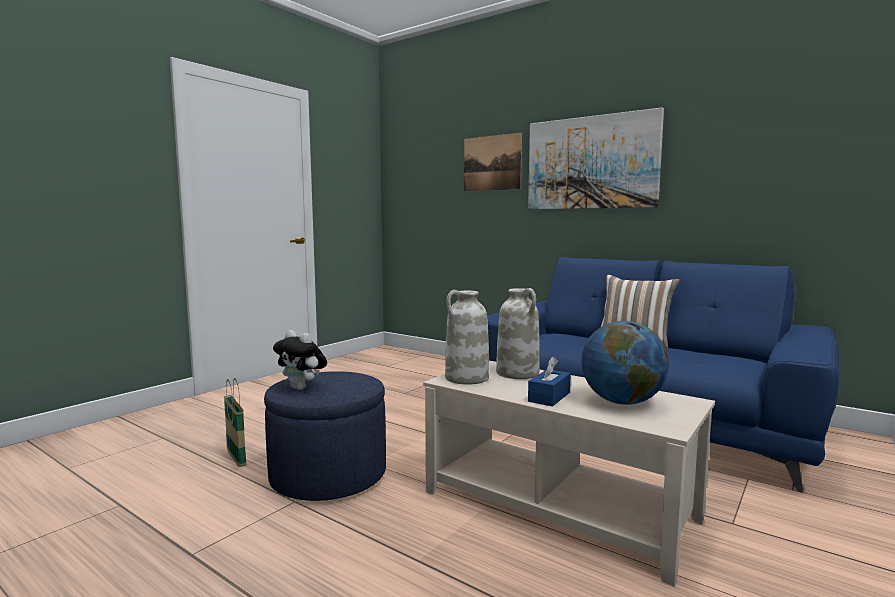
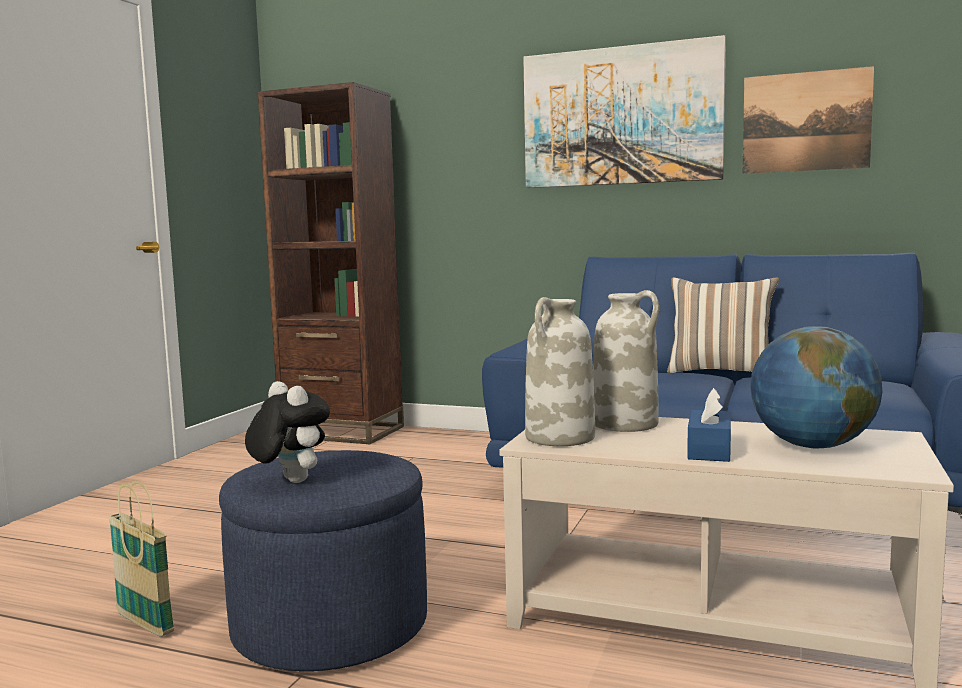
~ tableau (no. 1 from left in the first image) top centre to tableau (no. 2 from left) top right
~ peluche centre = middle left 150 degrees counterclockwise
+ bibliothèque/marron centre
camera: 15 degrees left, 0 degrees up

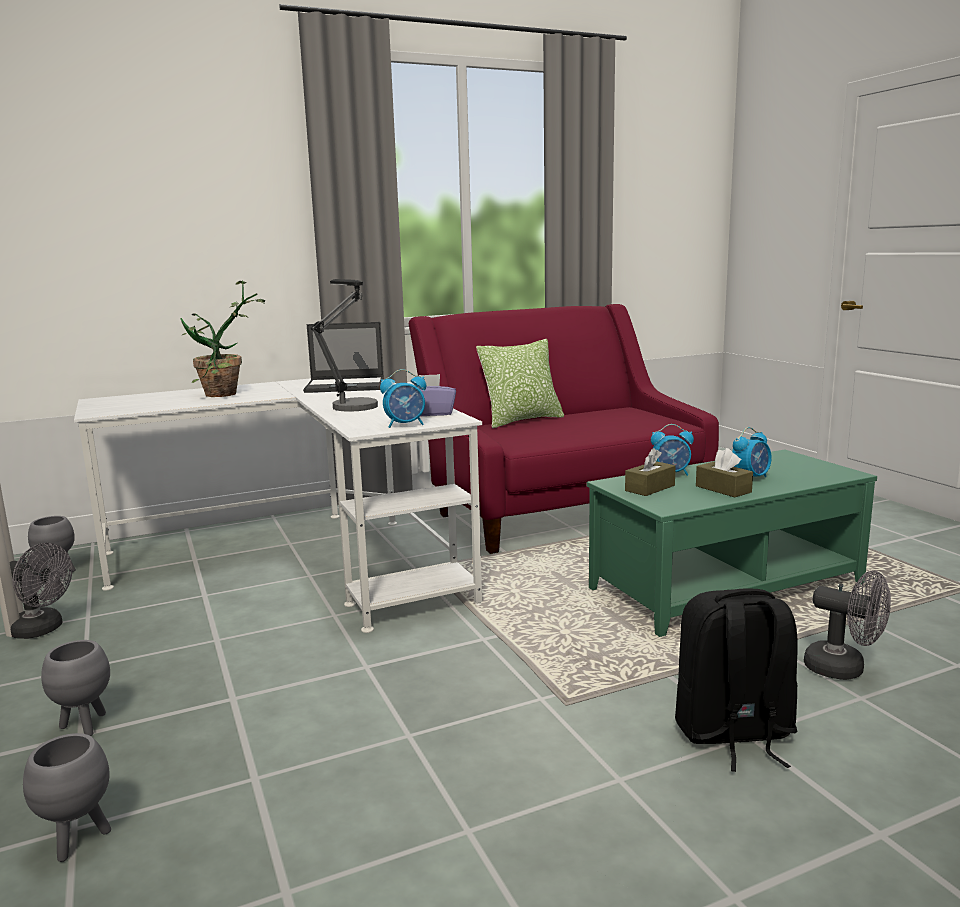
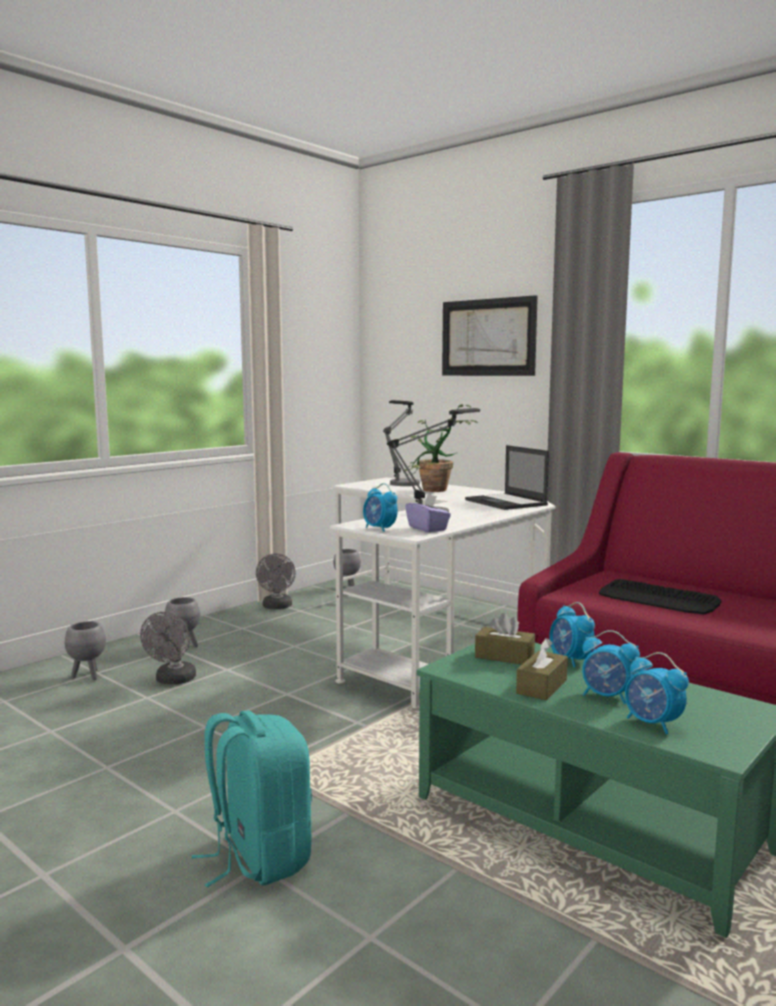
- coussin centre
~ ventilateur/gris (no. 2 from left in the first image) bottom right to ventilateur/gris (no. 1 from left) middle left
~ sac à dos/noir bottom right to sac à dos/turquoise bottom left
+ tableau top centre
+ lampe de table (no. 1 from left) centre
+ clavier middle right
+ réveil (no. 4 from left) bottom right
camera: 65 degrees right, 5 degrees down

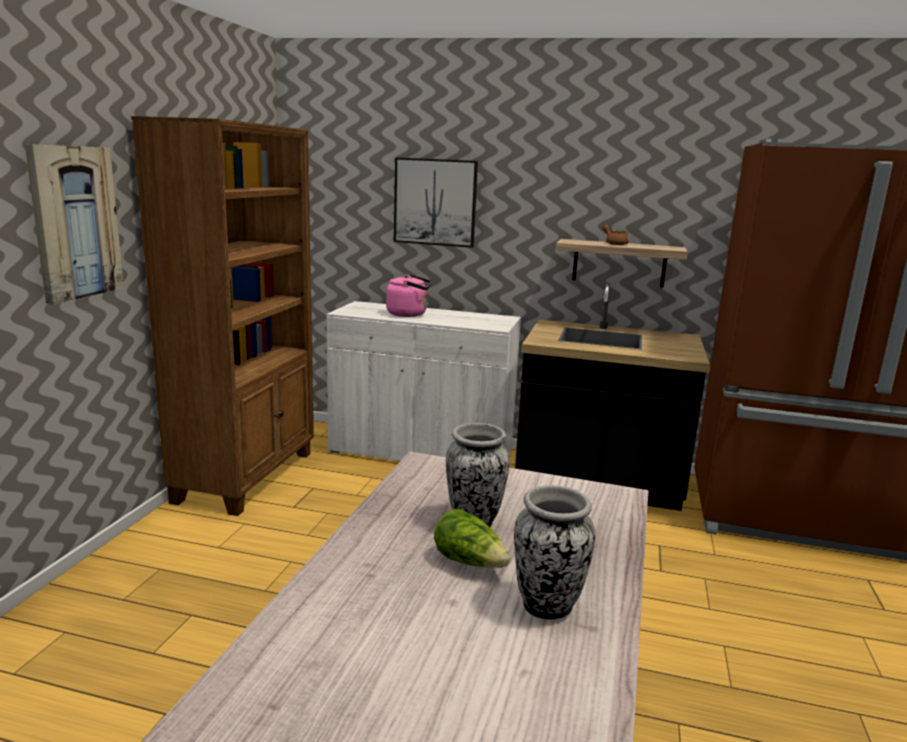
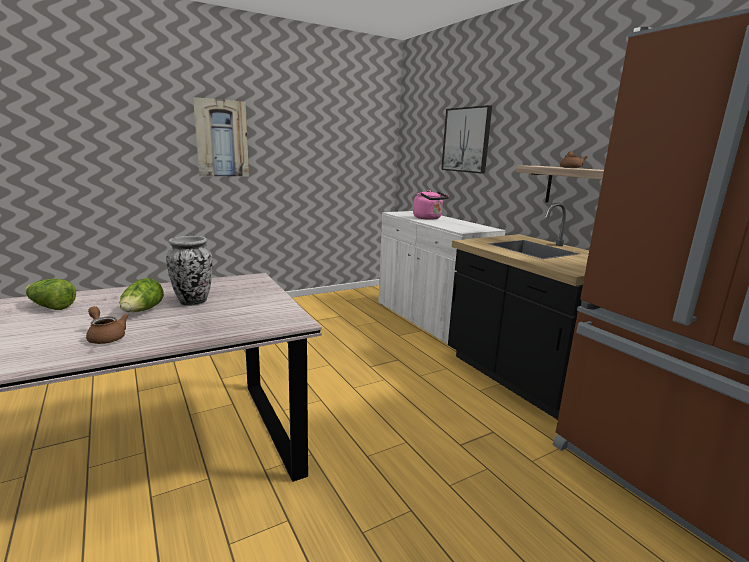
- bibliothèque/marron middle left
~ vase (no. 2 from left) bottom centre to théière/marron (no. 1 from left) middle left
+ laitue (no. 1 from left) middle left
camera: 45 degrees right, 0 degrees up

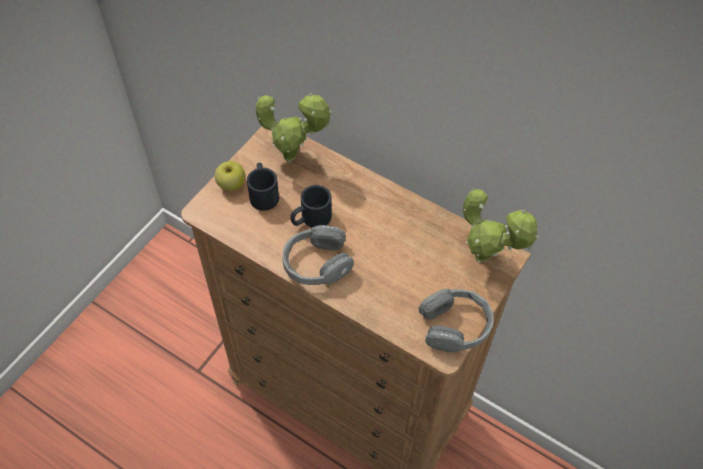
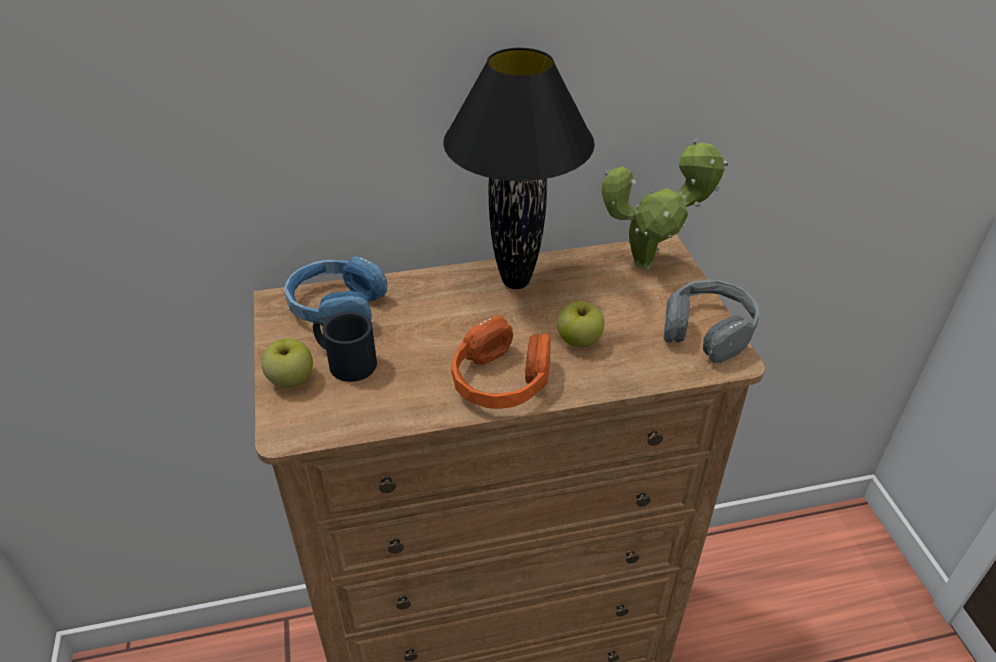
~ plante en pot (no. 1 from left) top centre to casque audio/bleu centre
- mug/noir (no. 2 from left) centre
~ casque audio/gris (no. 1 from left) centre to casque audio/orange centre
+ lampe de table/noir top centre
+ pomme (no. 2 from left) centre
camera: 45 degrees left, 15 degrees down

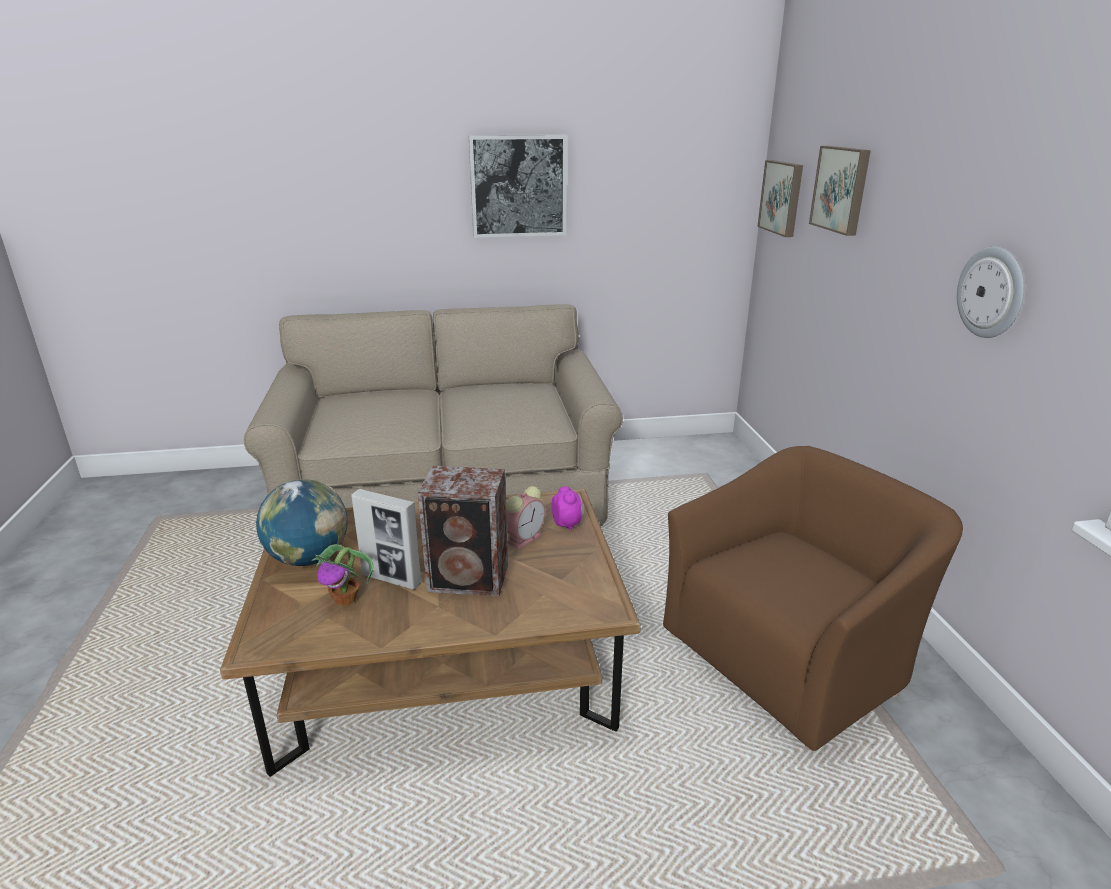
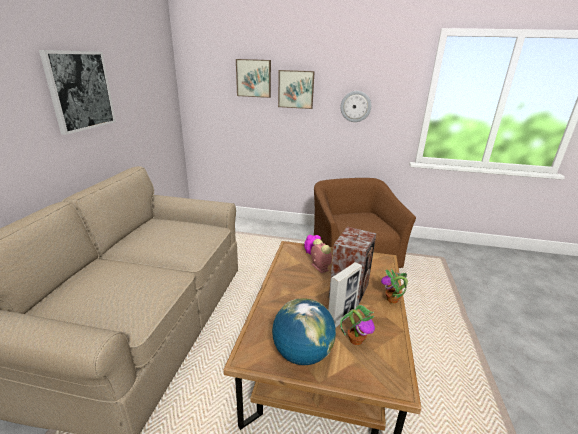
~ tableau (no. 2 from left in the first image) top right to tableau (no. 3 from left) top centre
+ plante en pot (no. 2 from left) middle right
camera: 70 degrees left, 0 degrees up

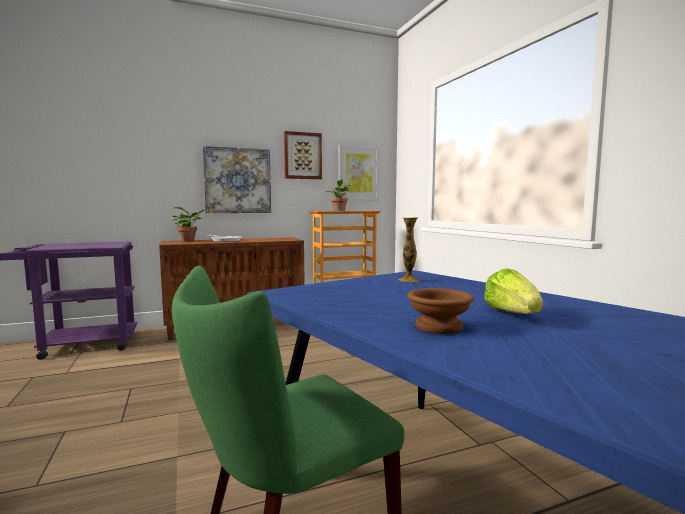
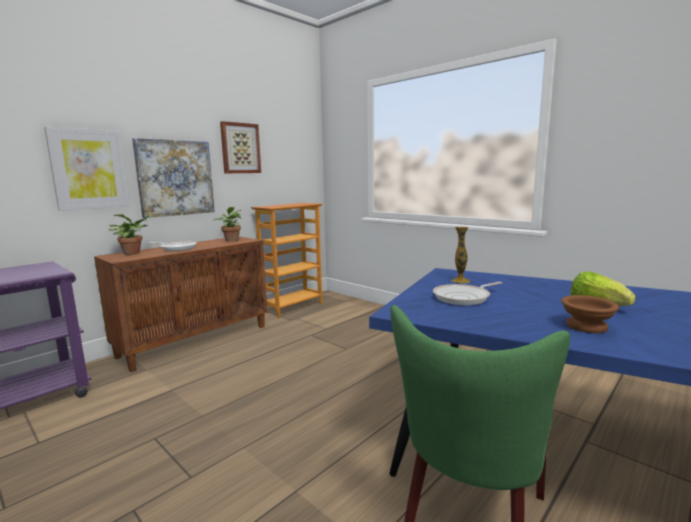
~ tableau (no. 3 from left in the first image) centre to tableau (no. 1 from left) top left
~ plante en pot (no. 2 from left) centre to middle left
+ poêle (no. 2 from left) middle right
camera: 25 degrees left, 5 degrees up

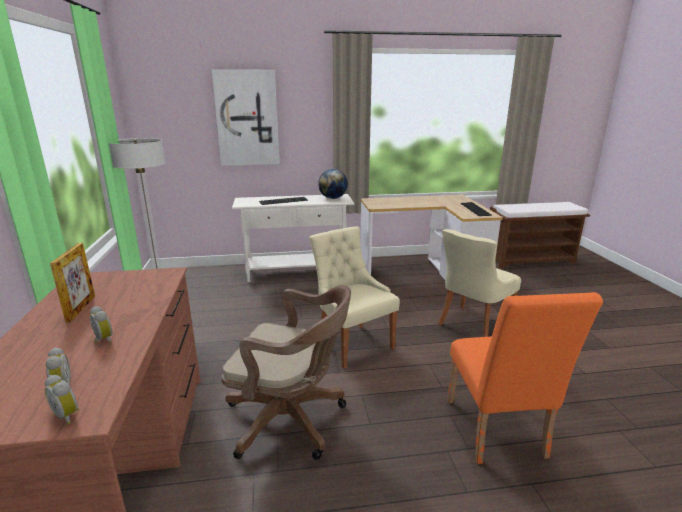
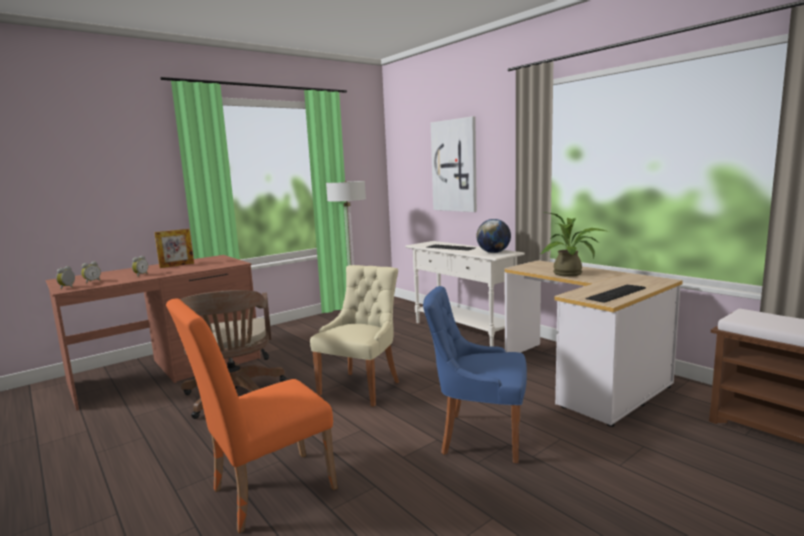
~ chaise/beige (no. 2 from left) middle right to chaise/bleu bottom centre
+ plante en pot middle right
camera: 60 degrees right, 10 degrees down

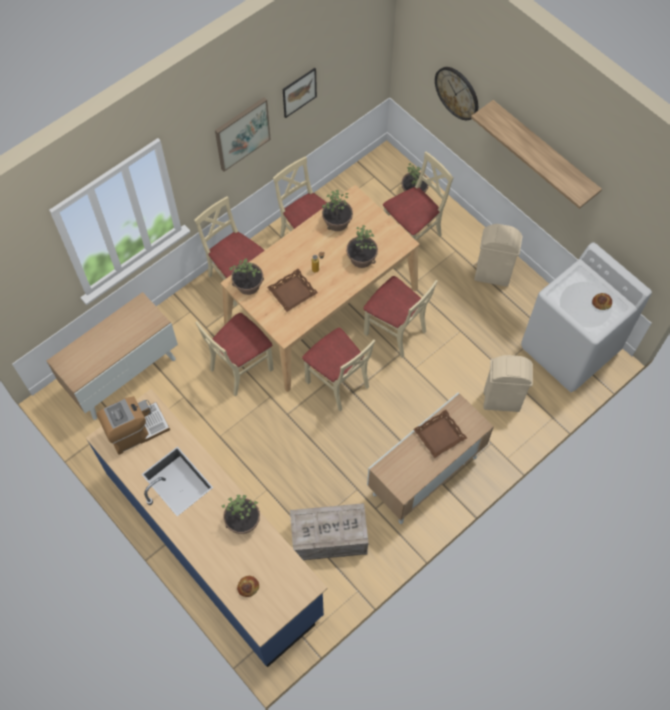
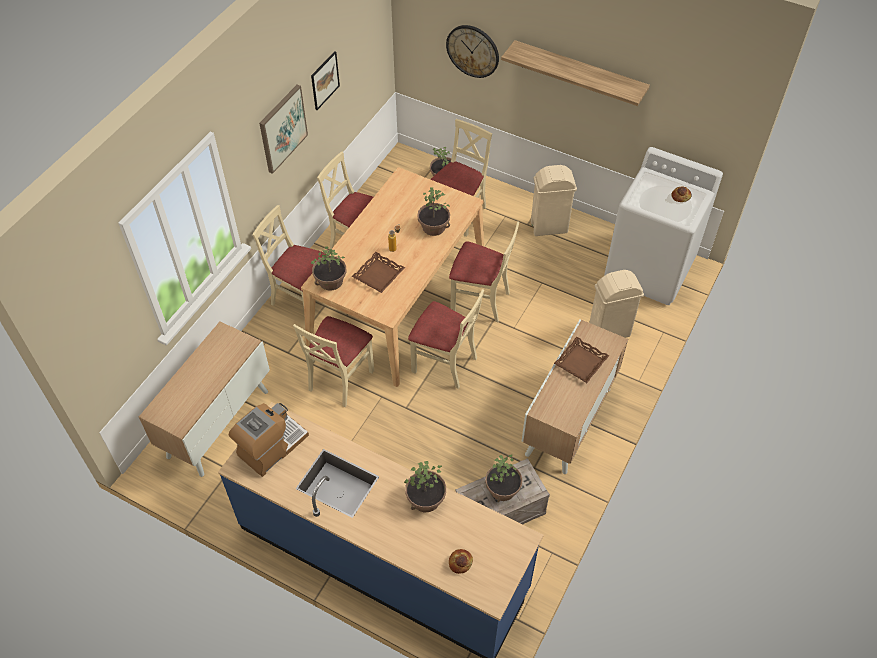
~ plante en pot (no. 3 from left in the first image) top centre to plante en pot (no. 5 from left) bottom centre
camera: 20 degrees left, 10 degrees down

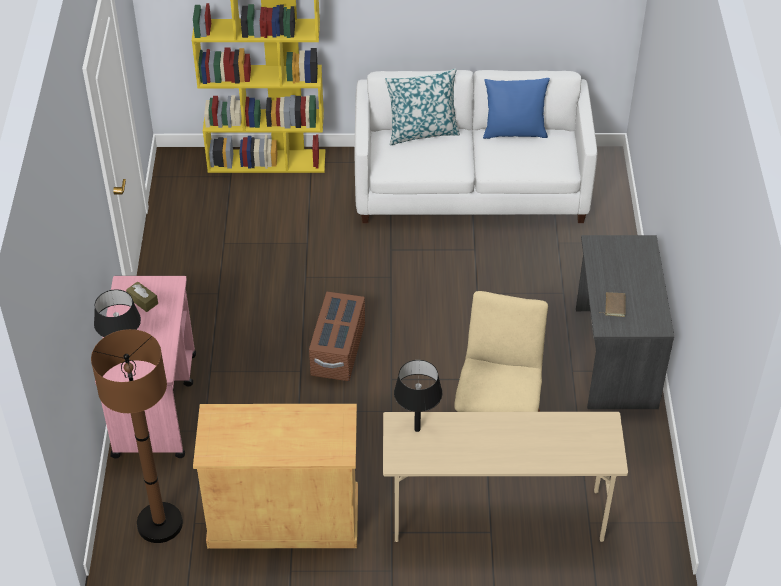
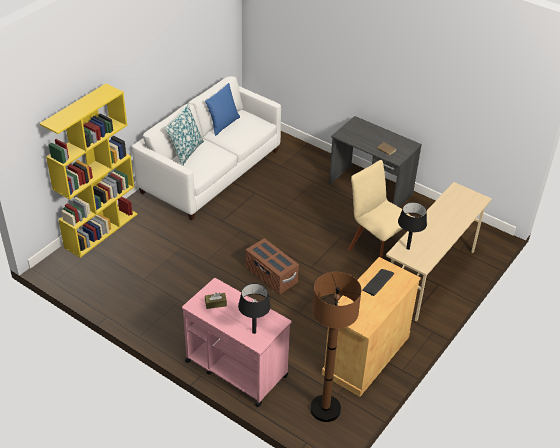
+ clavier middle right
camera: 55 degrees left, 5 degrees down

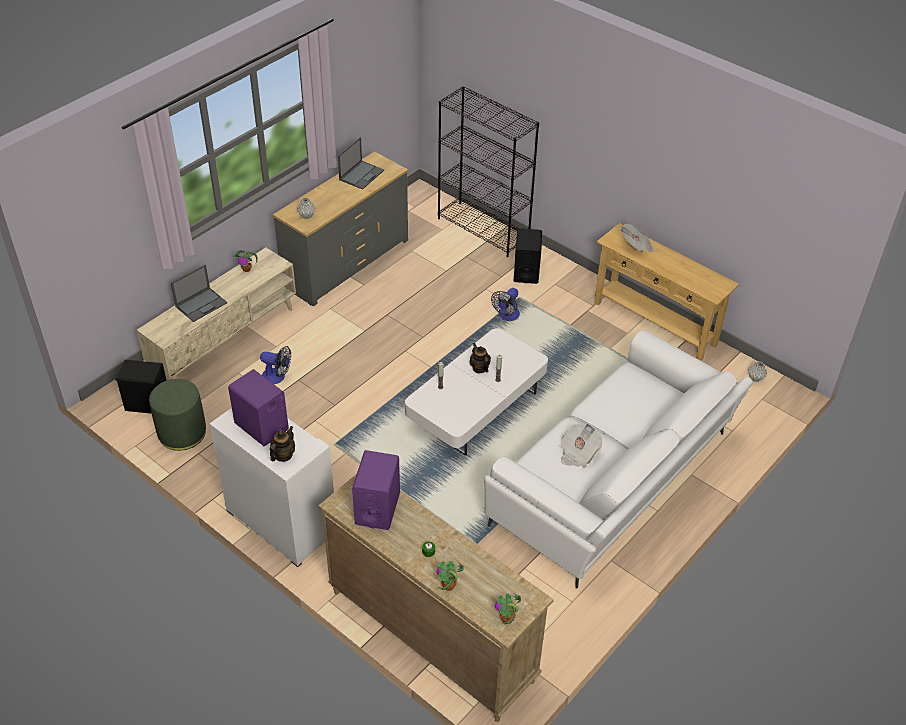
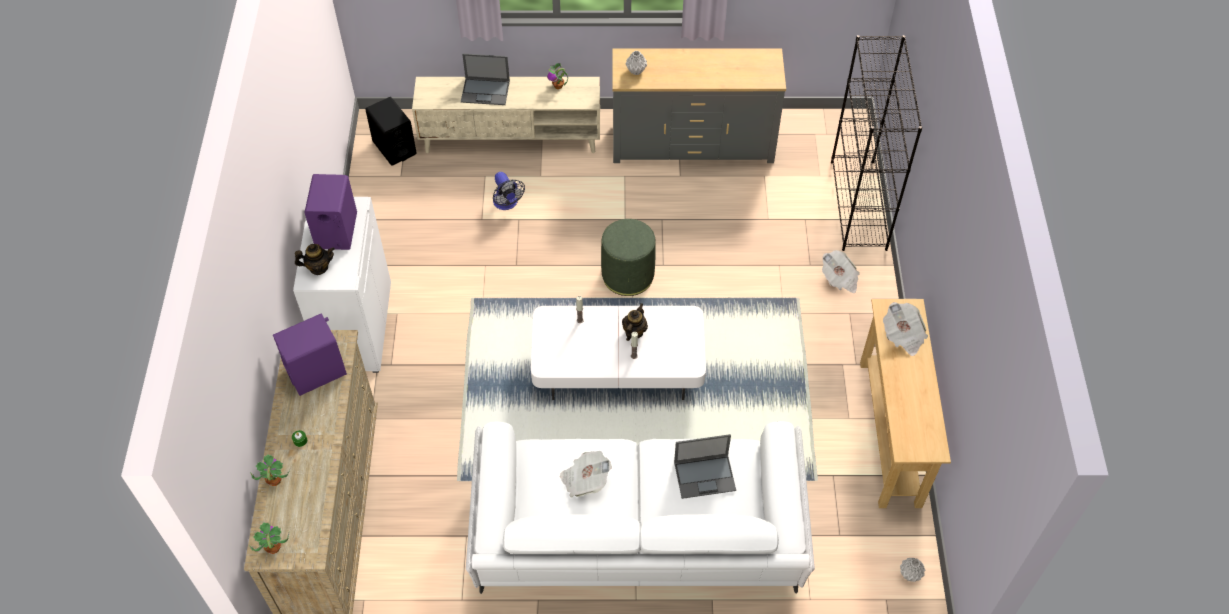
~ ordinateur portable (no. 2 from left) top centre to bottom centre
~ enceinte/noir (no. 2 from left) centre to journal (no. 2 from left) middle right
- ventilateur (no. 2 from left) centre
~ pouf/vert middle left to centre
camera: 50 degrees right, 10 degrees up

